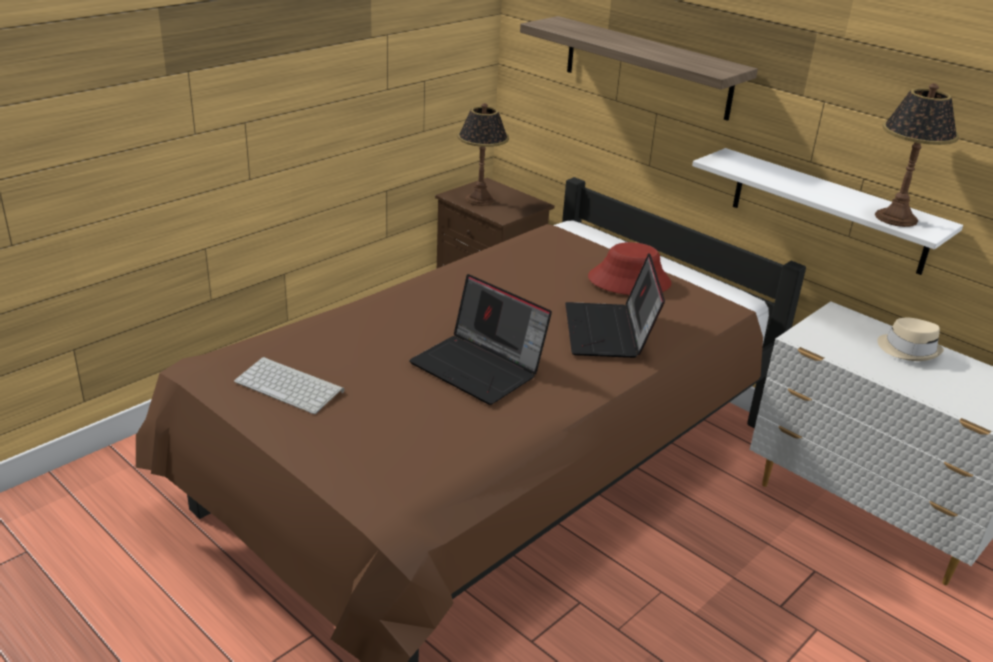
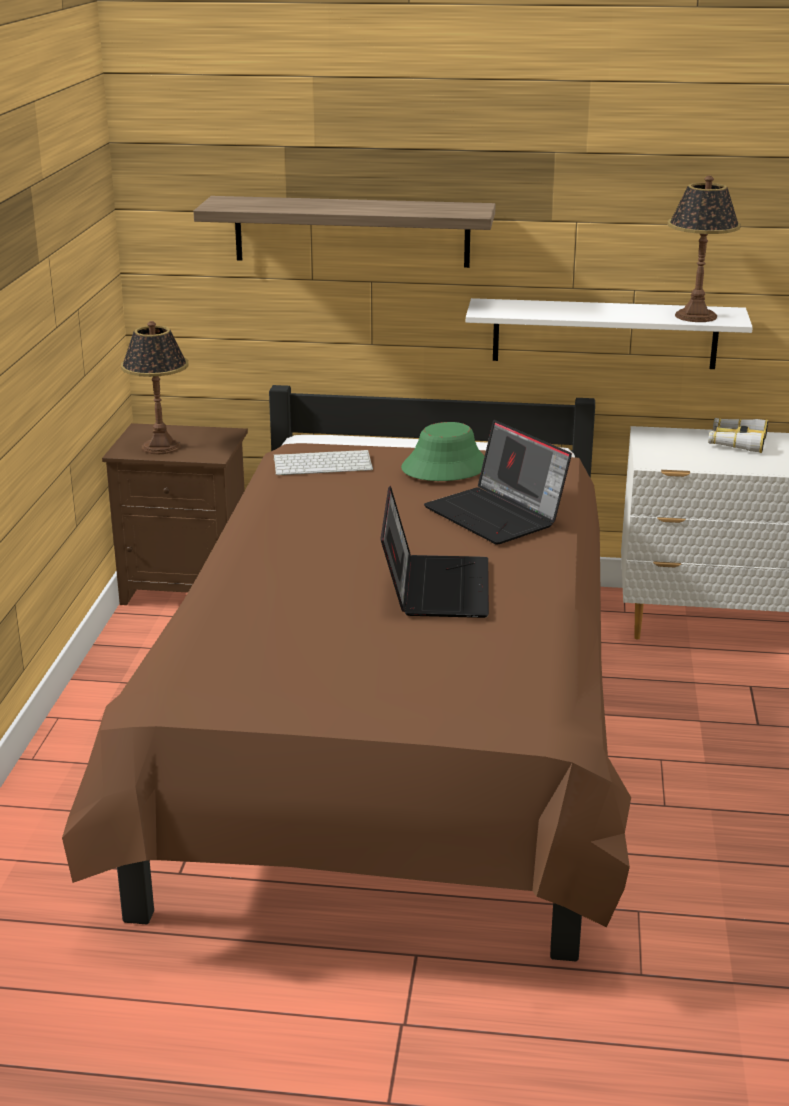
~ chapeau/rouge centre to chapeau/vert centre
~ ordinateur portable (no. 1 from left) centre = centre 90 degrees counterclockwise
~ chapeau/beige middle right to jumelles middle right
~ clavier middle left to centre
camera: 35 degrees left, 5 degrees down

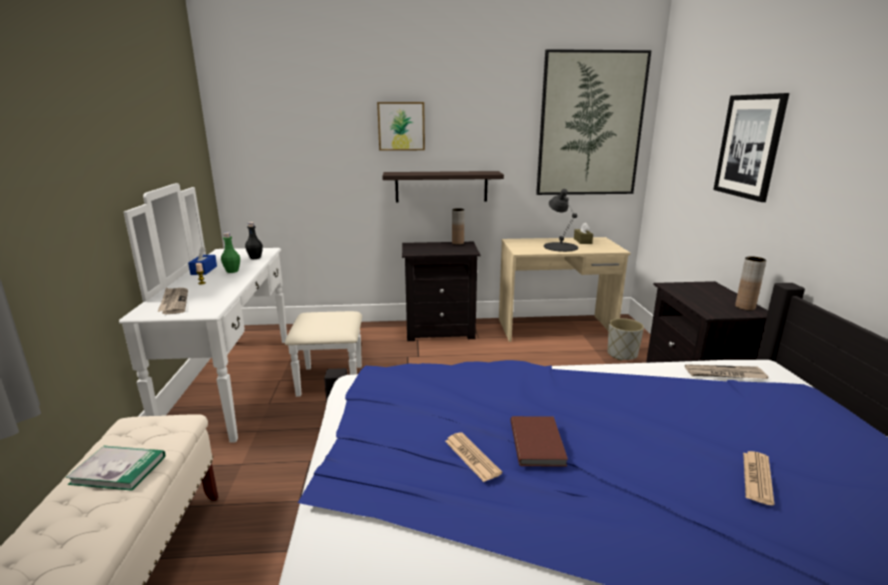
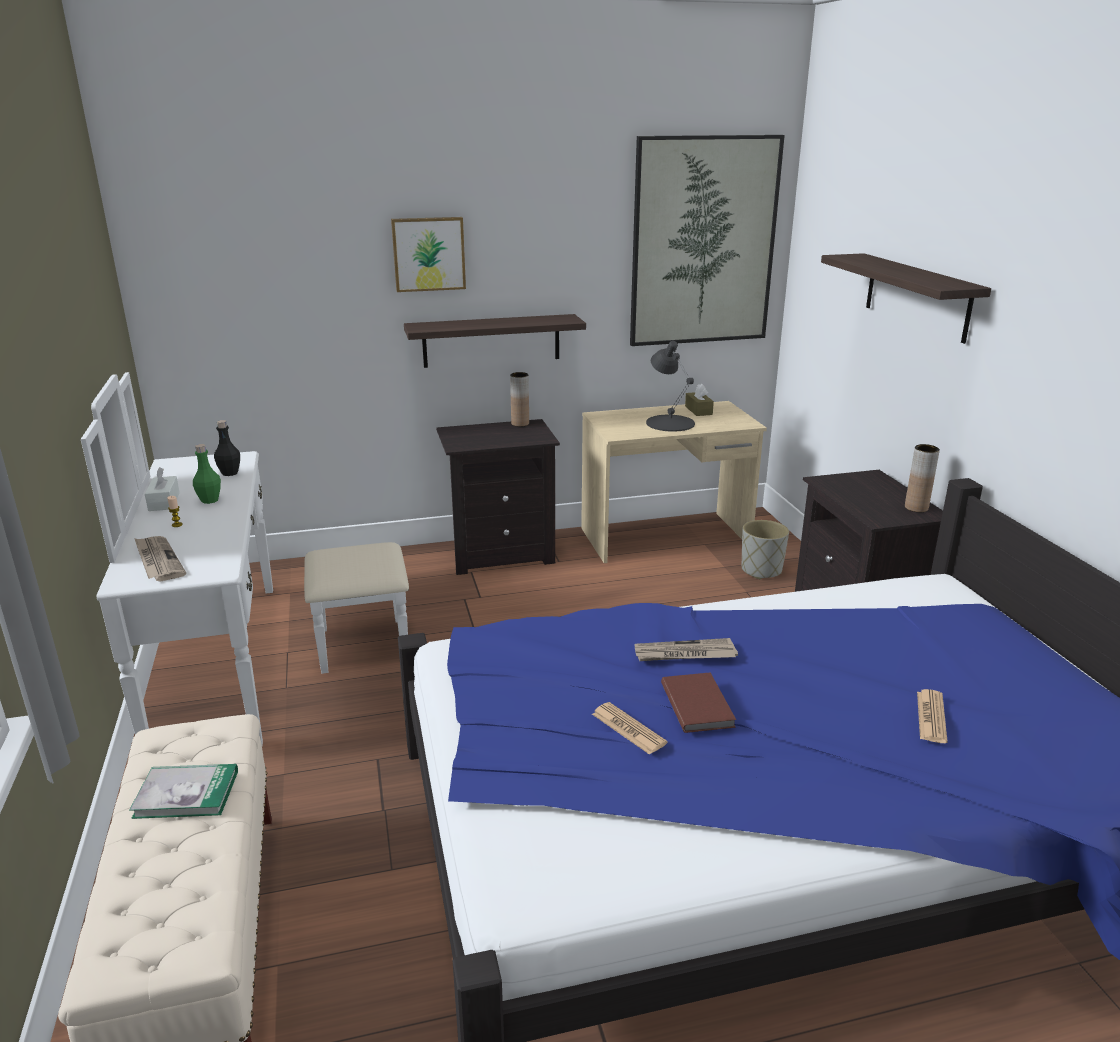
~ tableau (no. 3 from left) top right to étagère (no. 2 from left) top right
~ boîte à mouchoirs/bleu middle left to boîte à mouchoirs/blanc middle left
~ journal (no. 3 from left) middle right to centre
camera: 10 degrees left, 5 degrees up

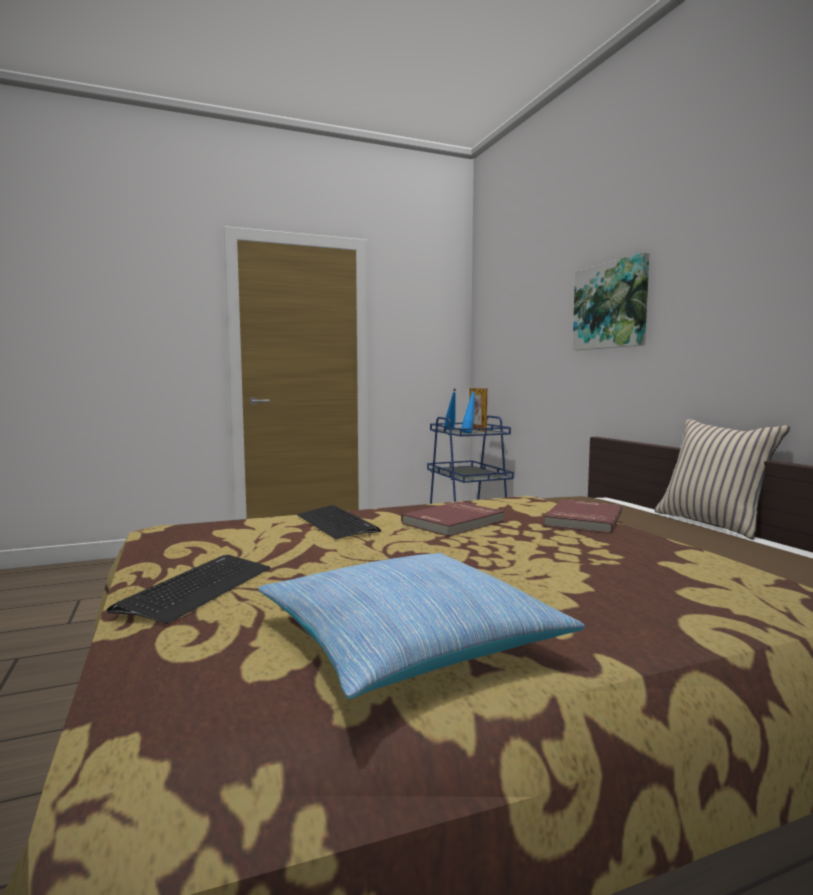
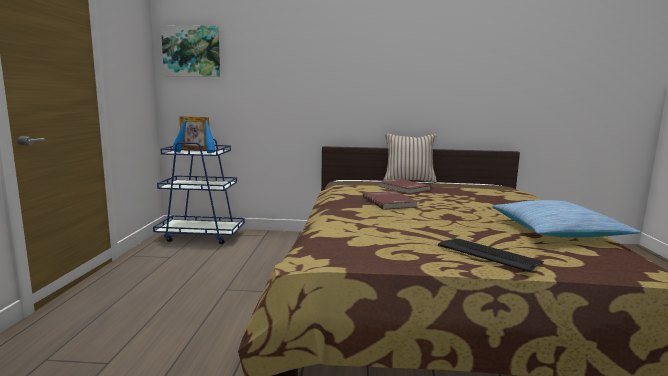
~ tableau middle right to top left
- clavier (no. 2 from left) centre
camera: 65 degrees left, 5 degrees up

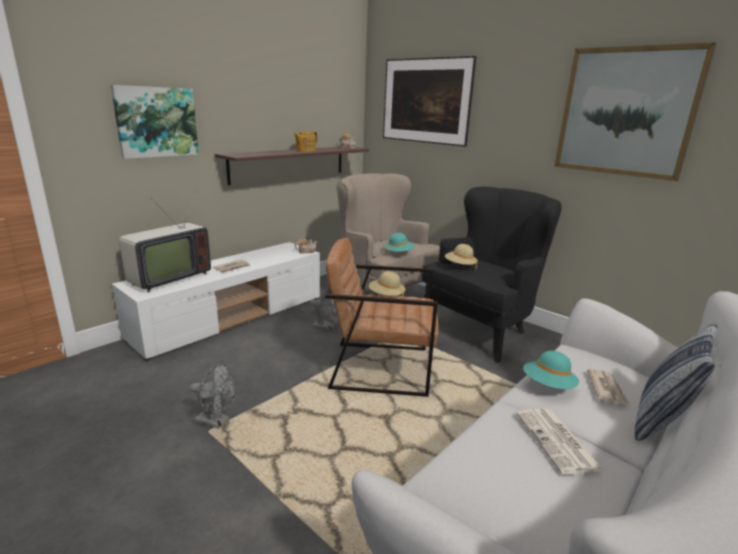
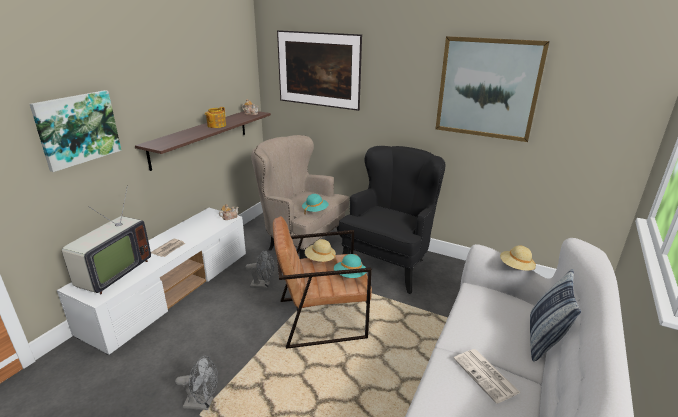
~ chapeau/beige (no. 2 from left) centre to middle right
~ chapeau/turquoise (no. 2 from left) bottom right to centre
- journal (no. 3 from left) bottom right
camera: 15 degrees left, 5 degrees up

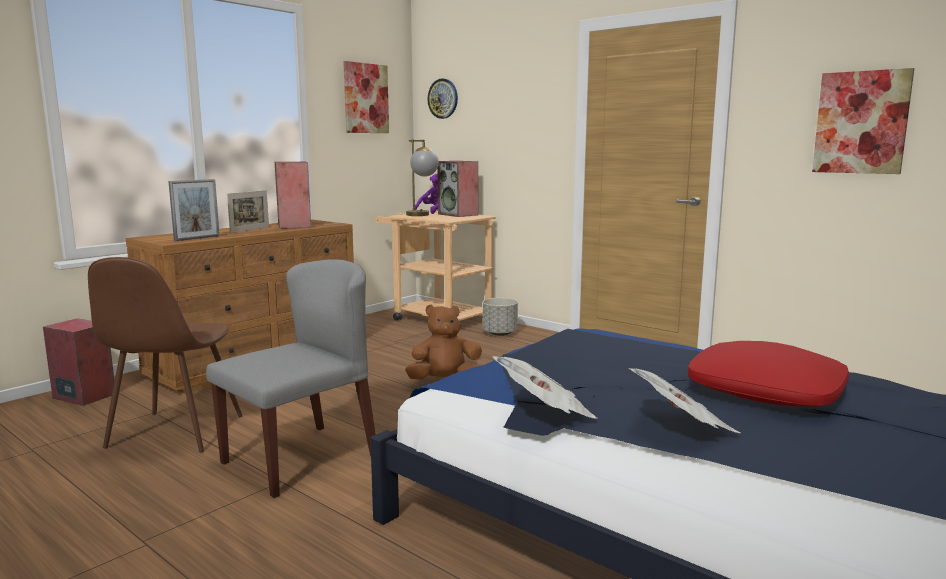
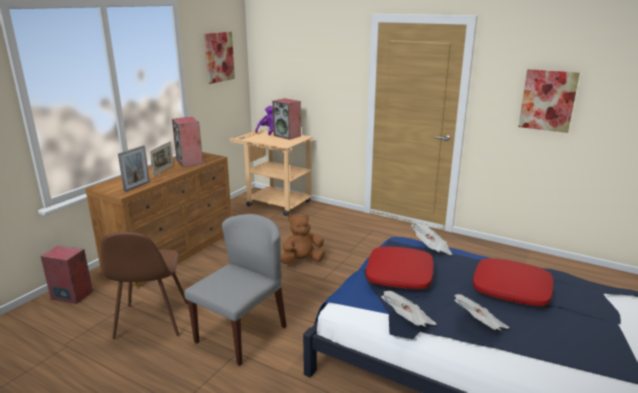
- horloge murale top centre
- lampe de table top centre
- cache-pot/gris centre
+ journal (no. 2 from left) middle right
+ coussin/rouge (no. 1 from left) bottom centre
camera: 10 degrees left, 10 degrees up

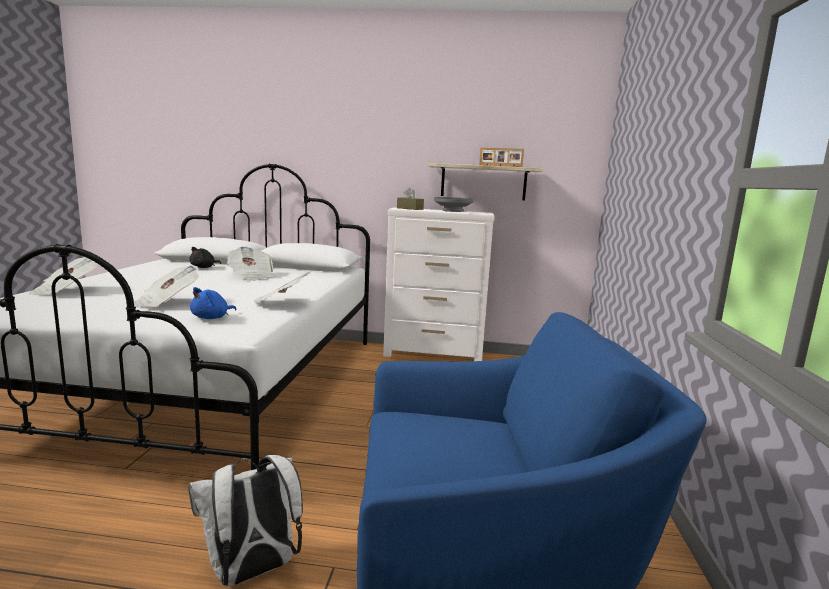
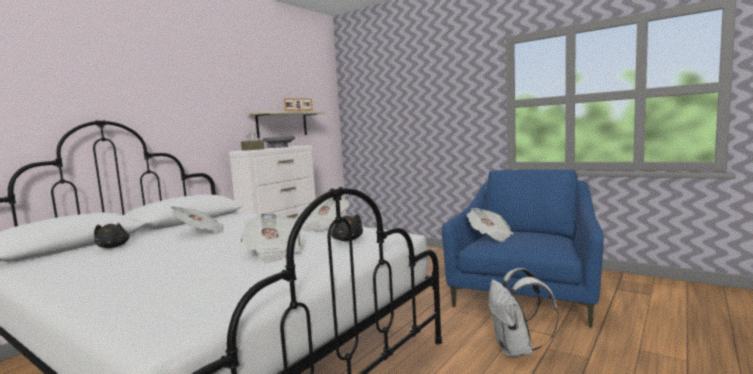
~ journal (no. 1 from left in the first image) middle left to journal (no. 4 from left) centre
~ peluche/bleu middle left to peluche/noir (no. 2 from left) centre
camera: 60 degrees left, 5 degrees down

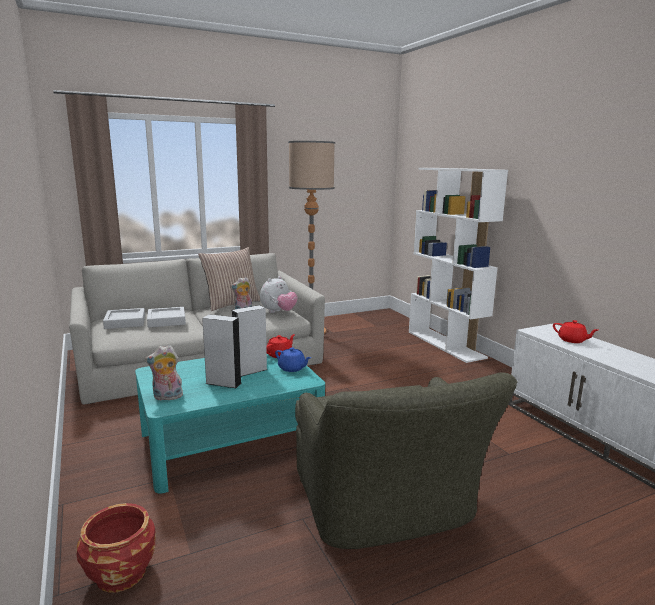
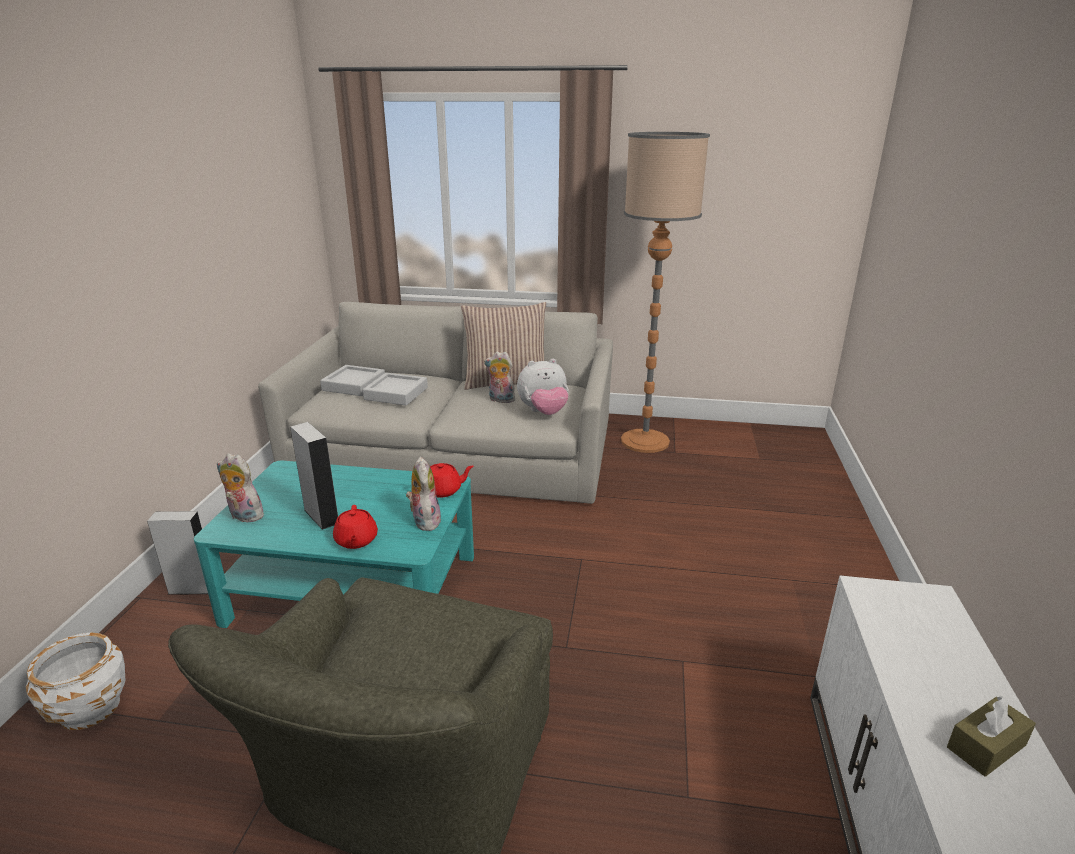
- bibliothèque/blanc middle right
~ enceinte/gris (no. 2 from left in the first image) centre to enceinte/gris (no. 1 from left) middle left
~ théière/rouge (no. 2 from left in the first image) middle right to théière/rouge (no. 1 from left) middle left
~ théière/bleu centre to peluche (no. 2 from left) centre
~ cache-pot/rouge bottom left to cache-pot/blanc bottom left
+ boîte à mouchoirs/marron bottom right
camera: 35 degrees right, 10 degrees up

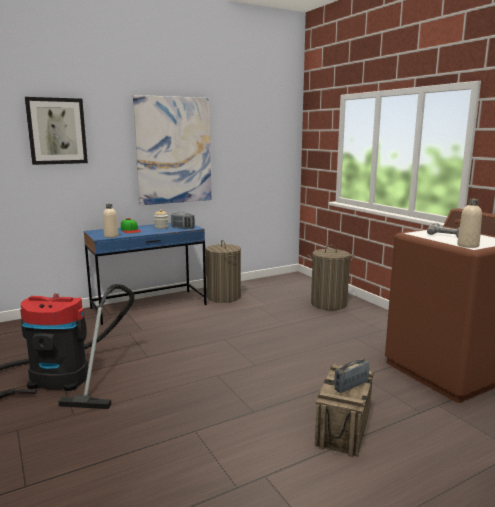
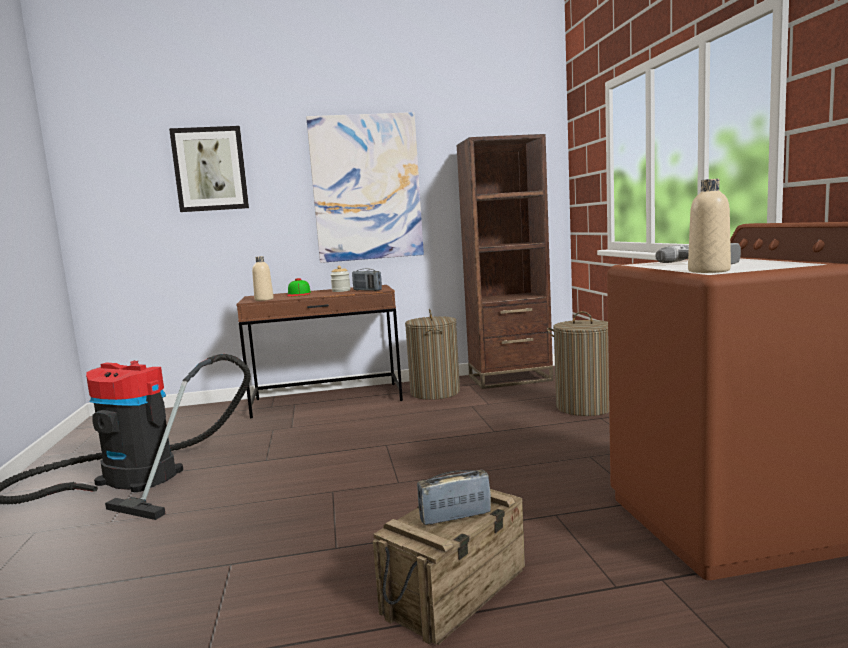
~ bureau/bleu middle left to bureau/marron centre
+ bibliothèque/marron centre
camera: 20 degrees right, 5 degrees down

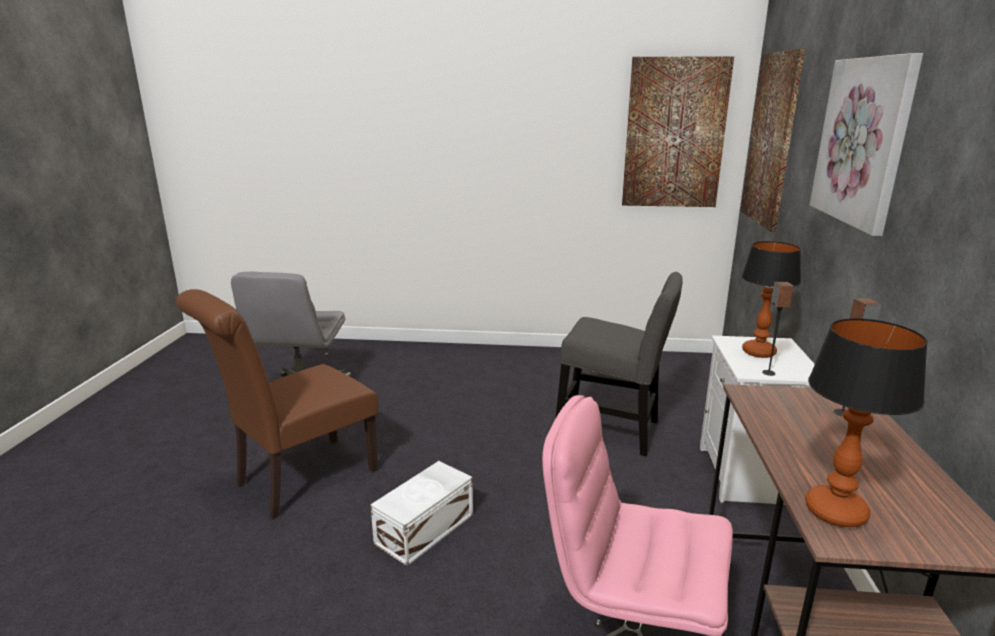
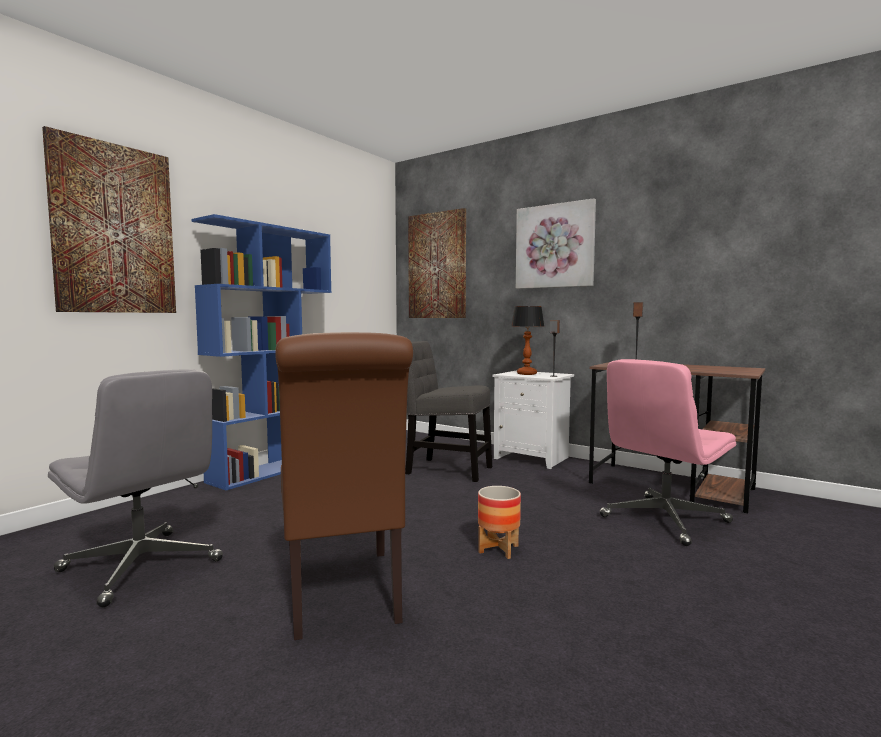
~ tableau (no. 1 from left) top right to top left
~ chaise/gris centre = centre 120 degrees counterclockwise
- lampe de table (no. 2 from left) middle right
~ boîte de rangement/blanc bottom centre to cache-pot bottom centre
+ bibliothèque/bleu middle left
camera: 60 degrees left, 15 degrees down

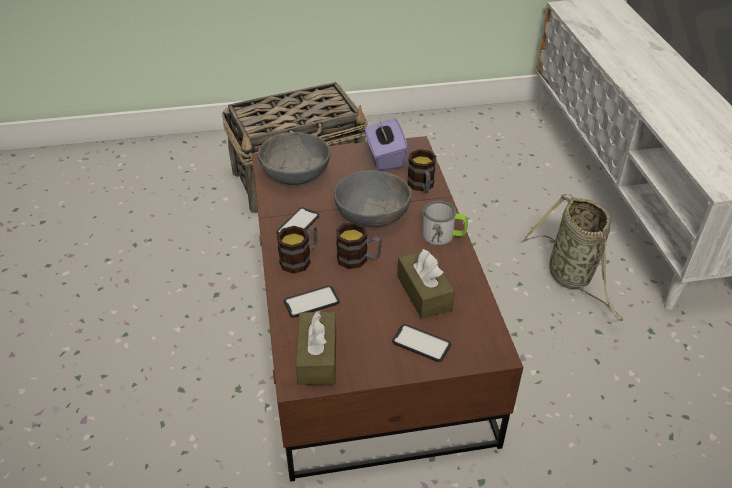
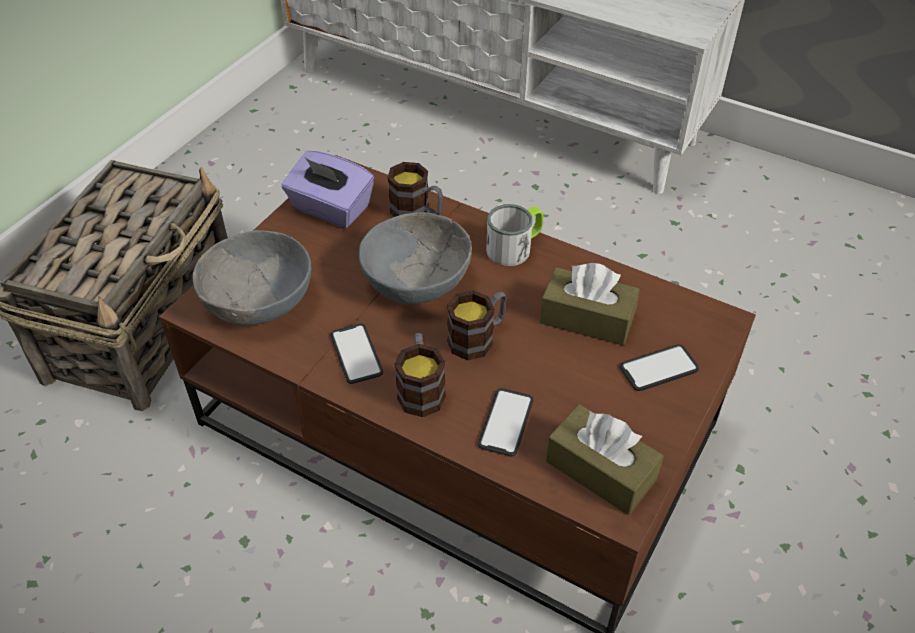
- panier (no. 2 from left) middle right
camera: 50 degrees left, 5 degrees up

